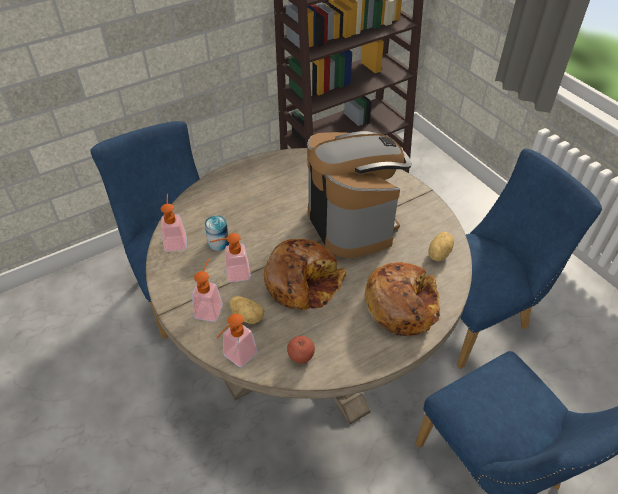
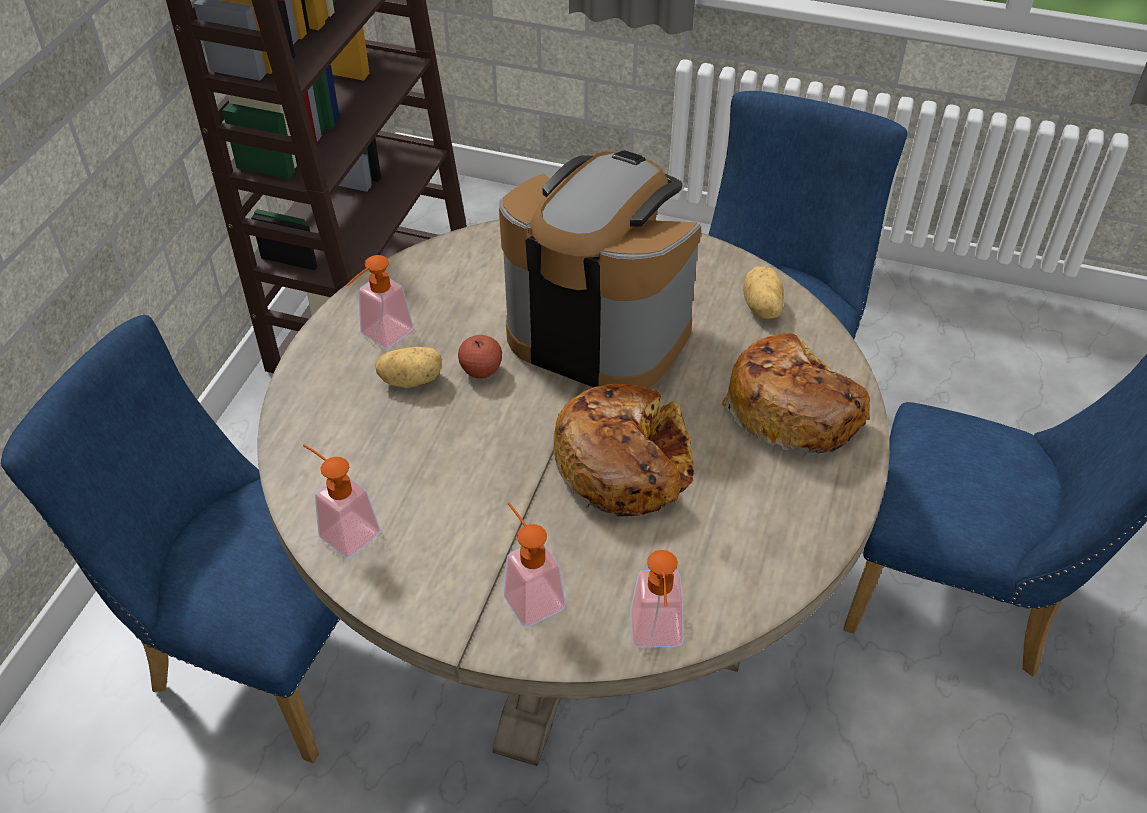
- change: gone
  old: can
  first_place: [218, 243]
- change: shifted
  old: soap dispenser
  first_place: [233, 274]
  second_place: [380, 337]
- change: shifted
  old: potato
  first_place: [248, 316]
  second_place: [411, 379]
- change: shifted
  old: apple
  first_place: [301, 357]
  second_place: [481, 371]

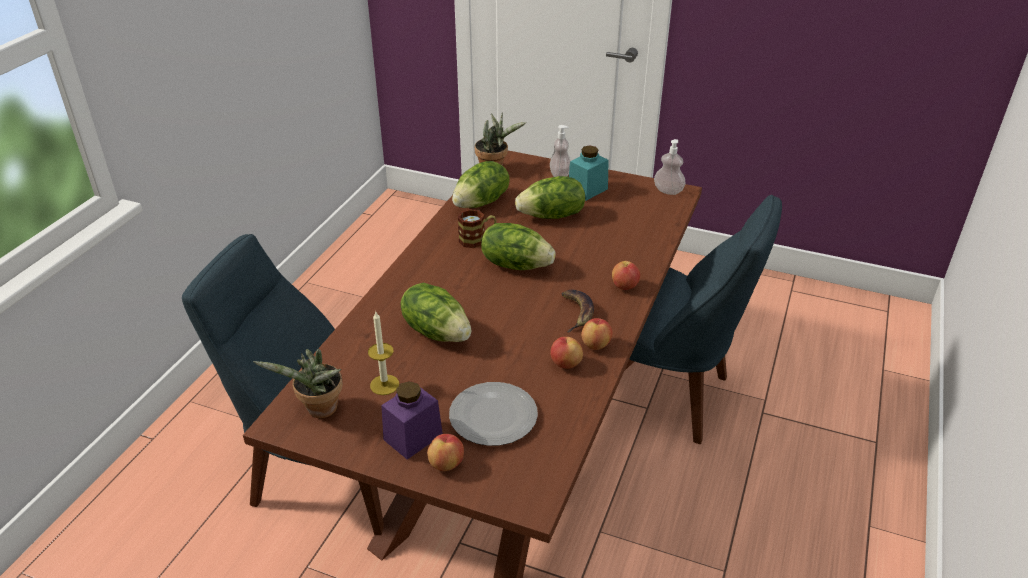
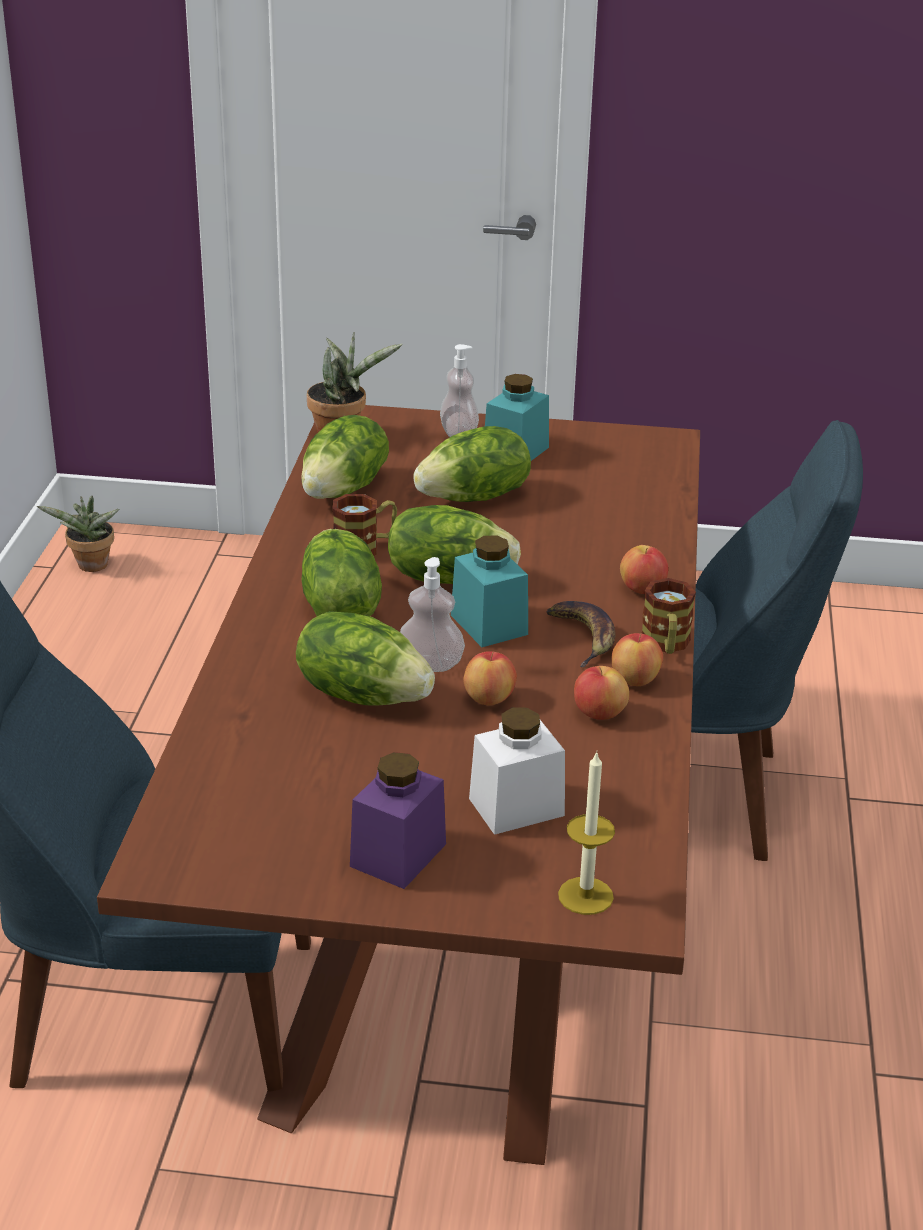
- change: shifted
  old: soap dispenser
  first_place: [668, 191]
  second_place: [430, 664]
- change: shifted
  old: candle
  first_place: [384, 385]
  second_place: [585, 896]
- change: shifted
  old: potted plant
  first_place: [319, 411]
  second_place: [90, 567]
- change: swapped
  old: plate
  new: jar/white
  first_place: [492, 417]
  second_place: [516, 807]
- change: shifted
  old: apple
  first_place: [446, 463]
  second_place: [489, 699]
- change: new
  new: lettuce
  second_place: [338, 609]
- change: new
  new: jar/turquoise
  second_place: [489, 624]
- change: new
  new: mug
  second_place: [666, 645]

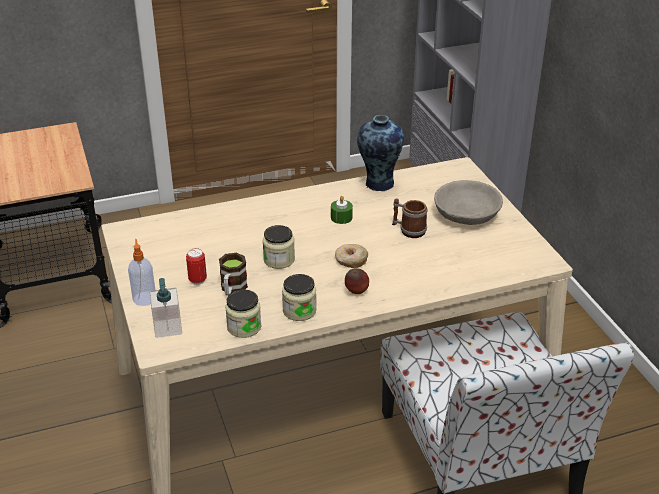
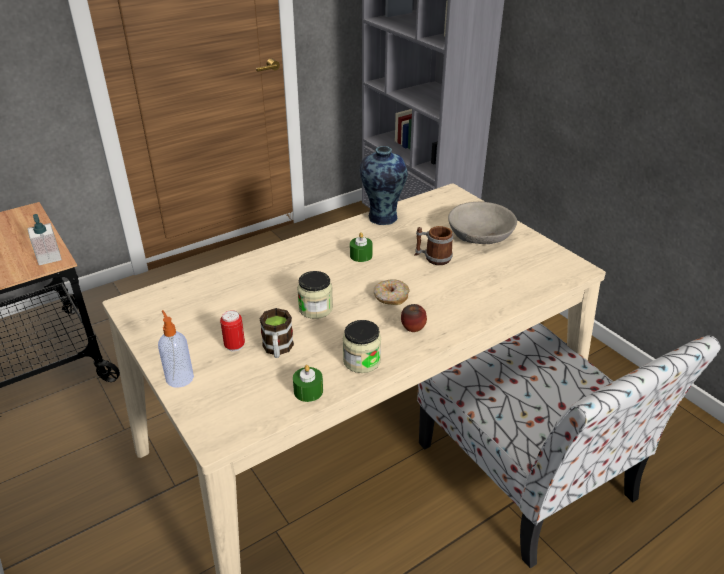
- change: shifted
  old: soap dispenser
  first_place: [168, 328]
  second_place: [49, 257]
- change: swapped
  old: jar
  new: candle/green
  first_place: [244, 327]
  second_place: [308, 391]

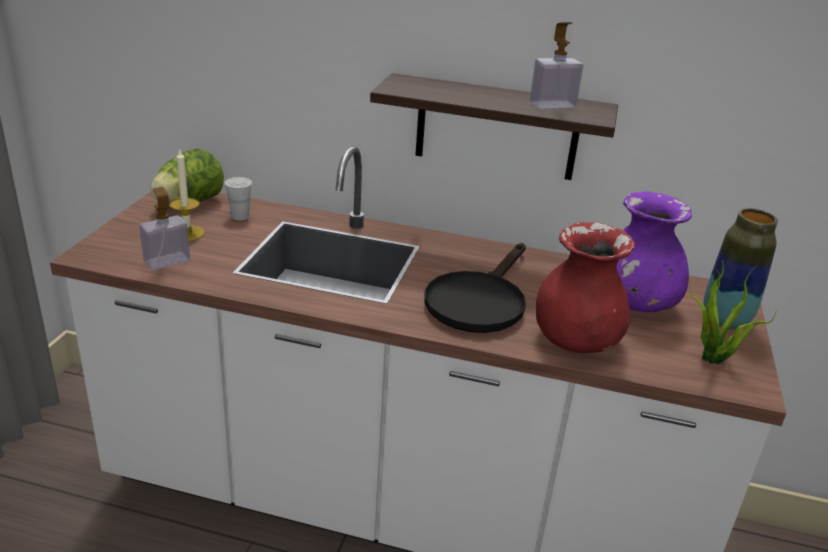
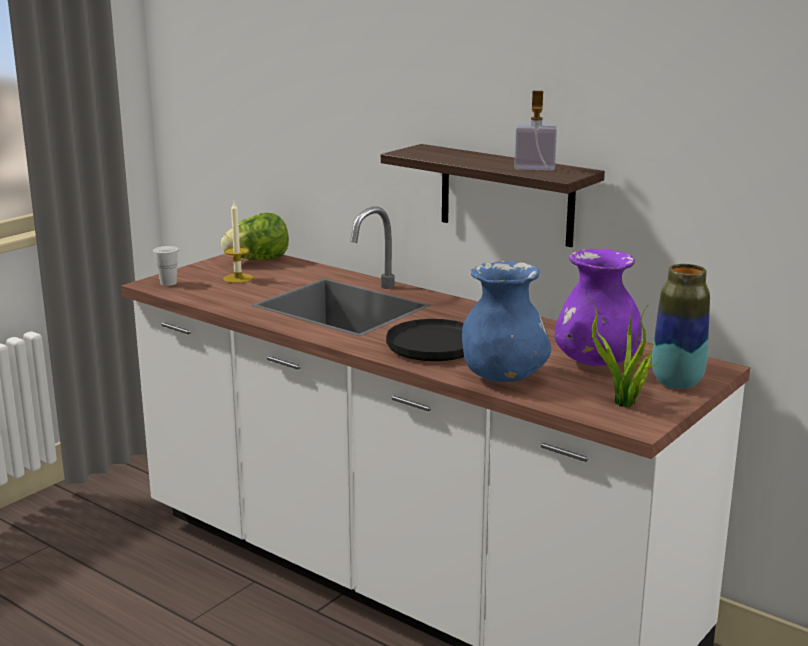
- change: shifted
  old: cup/white
  first_place: [240, 216]
  second_place: [168, 283]
- change: gone
  old: soap dispenser
  first_place: [167, 261]
- change: repainted
  old: vase/red
  new: vase/blue
  first_place: [575, 342]
  second_place: [503, 377]

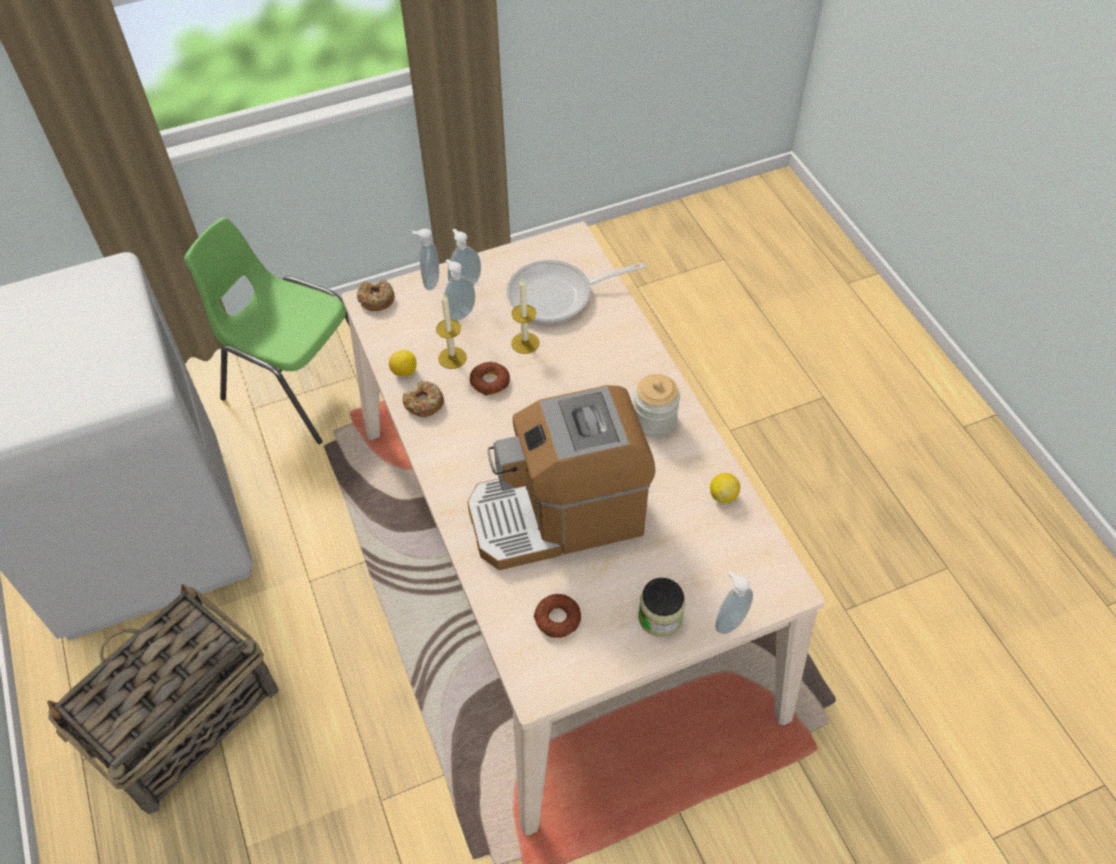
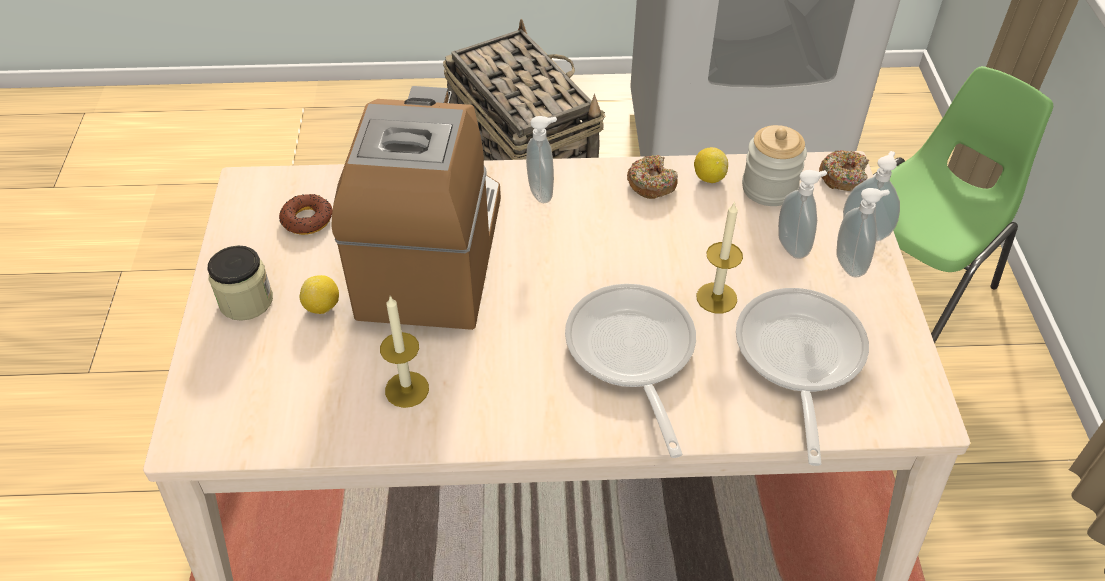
- change: shifted
  old: candle
  first_place: [452, 358]
  second_place: [407, 389]
- change: gone
  old: donut
  first_place: [490, 382]
- change: shifted
  old: jar
  first_place: [654, 420]
  second_place: [769, 188]
- change: shifted
  old: lemon
  first_place: [723, 495]
  second_place: [323, 307]
- change: shifted
  old: soap dispenser
  first_place: [729, 621]
  second_place: [542, 192]
- change: new
  new: frying pan
  second_place: [631, 354]

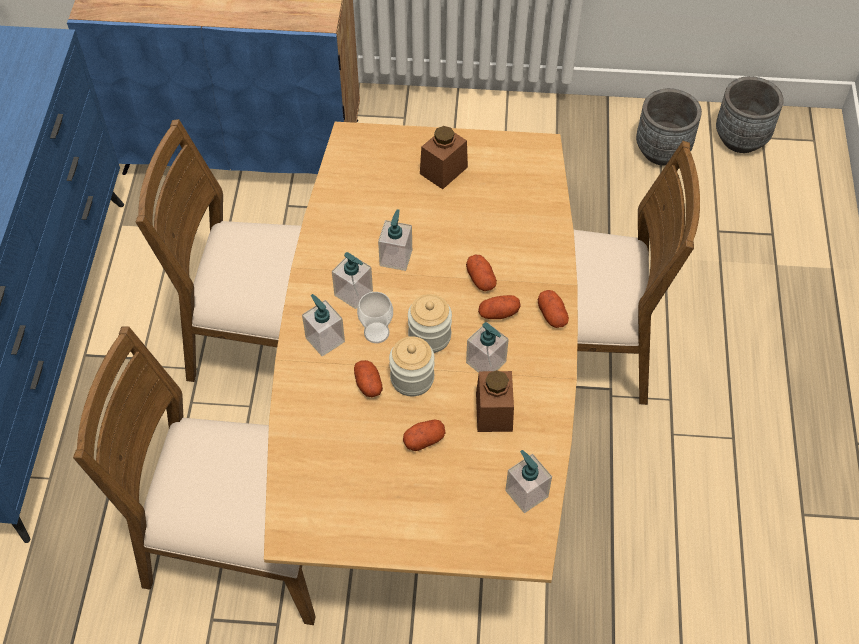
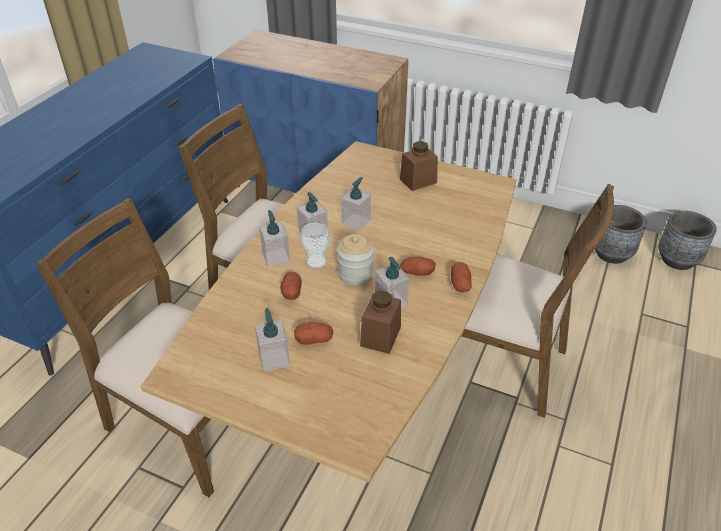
- change: gone
  old: potato
  first_place: [481, 279]
- change: gone
  old: jar
  first_place: [412, 378]
- change: shifted
  old: soap dispenser
  first_place: [526, 493]
  second_place: [274, 359]

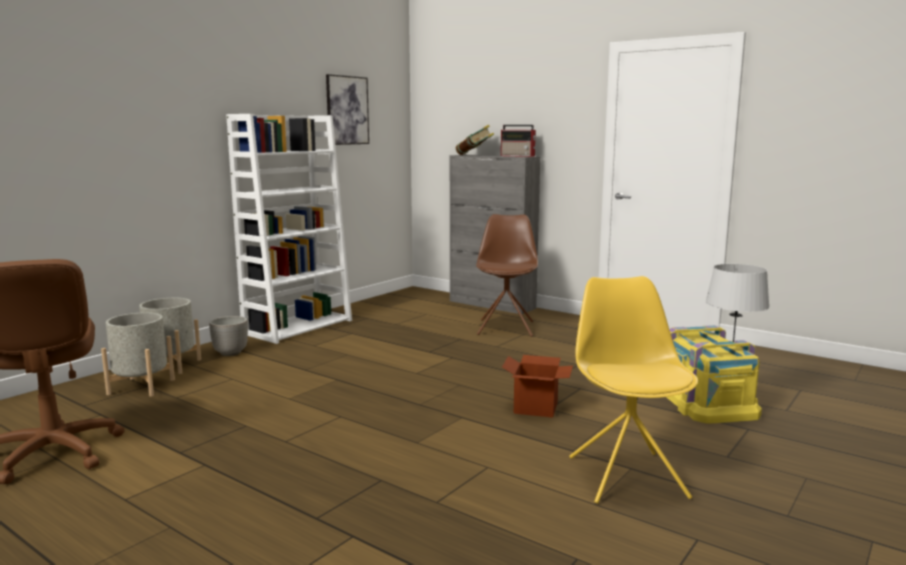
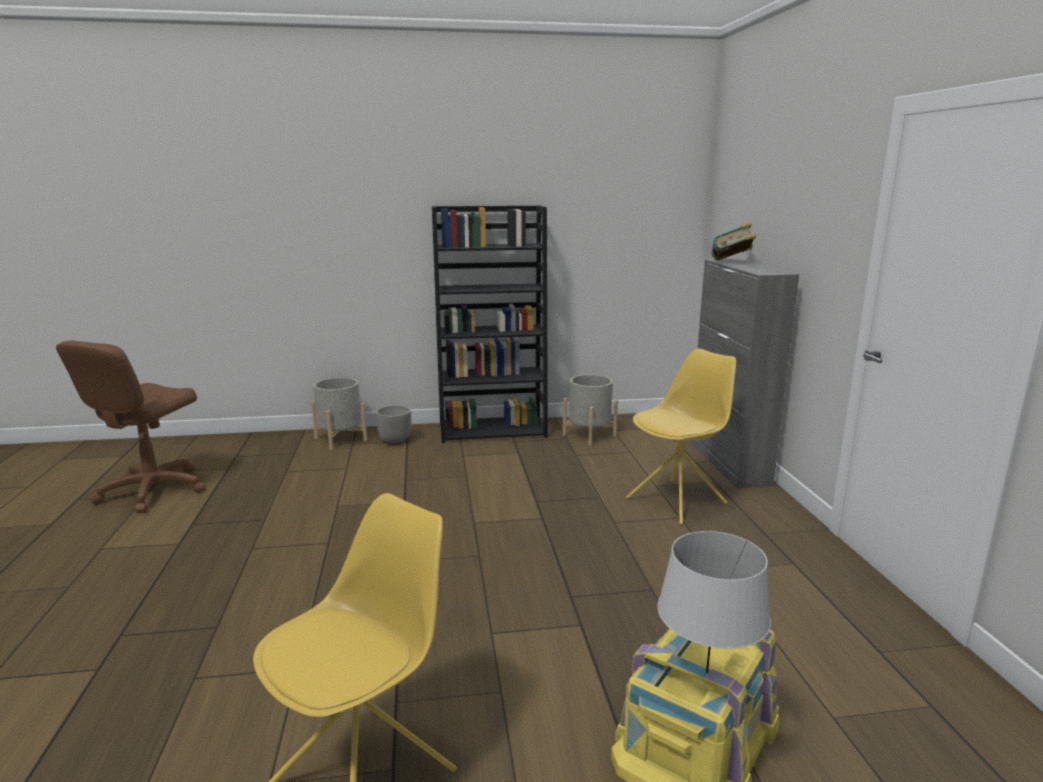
- change: gone
  old: picture
  first_place: [347, 110]
- change: repainted
  old: bookcase/white
  new: bookcase/black
  first_place: [298, 326]
  second_place: [493, 430]
- change: gone
  old: radio
  first_place: [518, 156]
- change: repainted
  old: chair/brown
  new: chair/yellow
  first_place: [506, 327]
  second_place: [677, 501]
- change: shifted
  old: planter/grey
  first_place: [141, 387]
  second_place: [589, 435]
- change: gone
  old: cardboard box
  first_place: [535, 408]

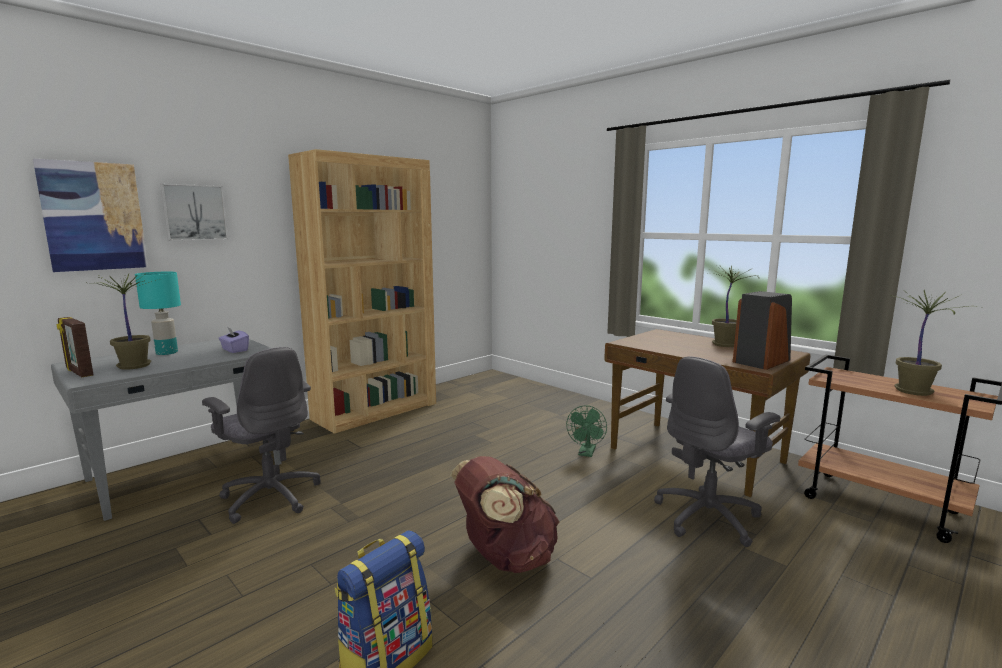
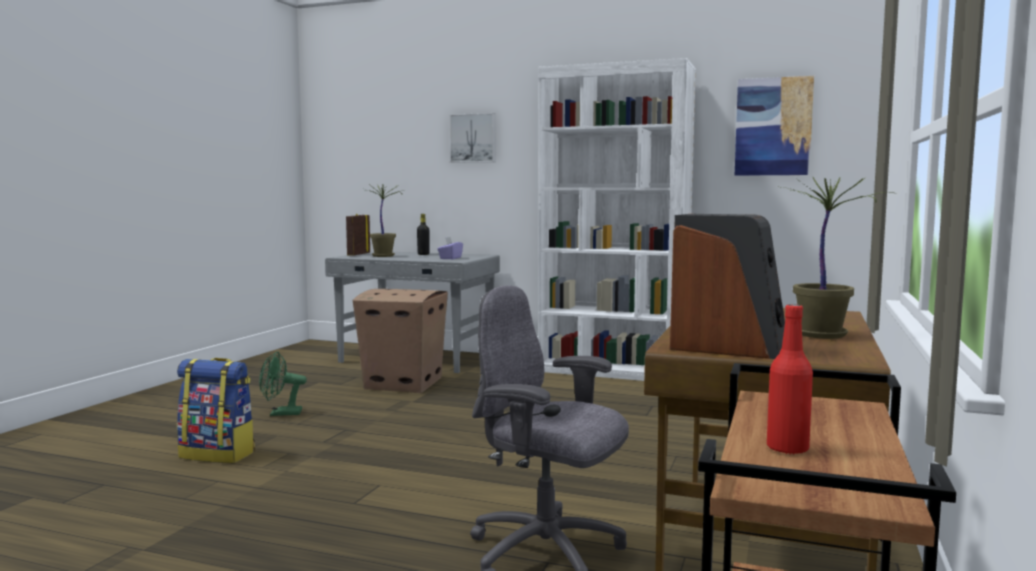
- change: repainted
  old: bookcase/brown
  new: bookcase/white
  first_place: [376, 411]
  second_place: [613, 371]
- change: shifted
  old: picture
  first_place: [94, 216]
  second_place: [773, 127]
- change: swapped
  old: table lamp/turquoise
  new: bottle/black
  first_place: [166, 353]
  second_place: [423, 254]
- change: swapped
  old: potted plant
  new: bottle/red
  first_place: [915, 391]
  second_place: [787, 448]
- change: swapped
  old: office chair/grey
  new: cardboard box
  first_place: [270, 497]
  second_place: [402, 383]
- change: shifted
  old: fan/green
  first_place: [586, 453]
  second_place: [280, 413]
- change: gone
  old: backpack/brown
  first_place: [505, 558]

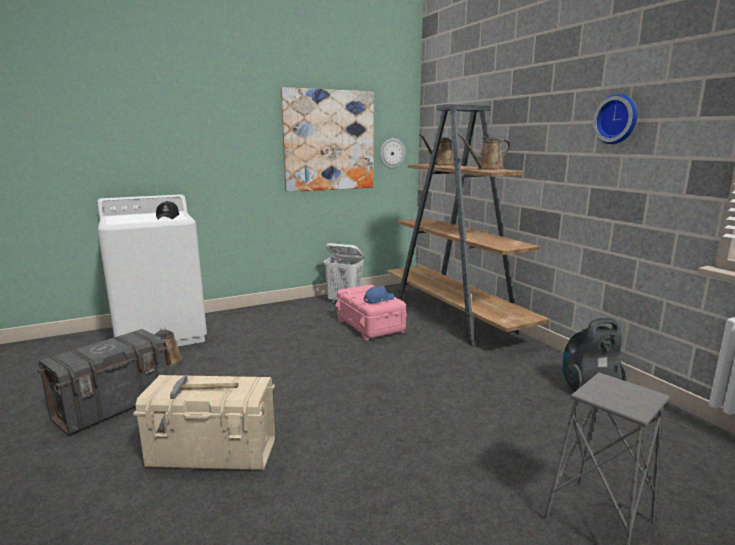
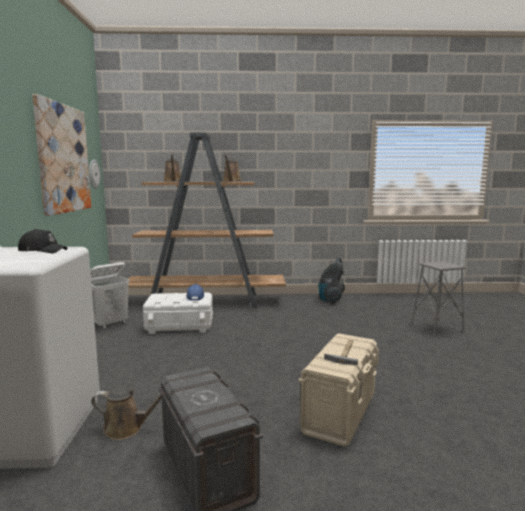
- change: gone
  old: wall clock
  first_place: [617, 119]
- change: repainted
  old: storage box/pink
  new: storage box/white
  first_place: [369, 325]
  second_place: [179, 326]

